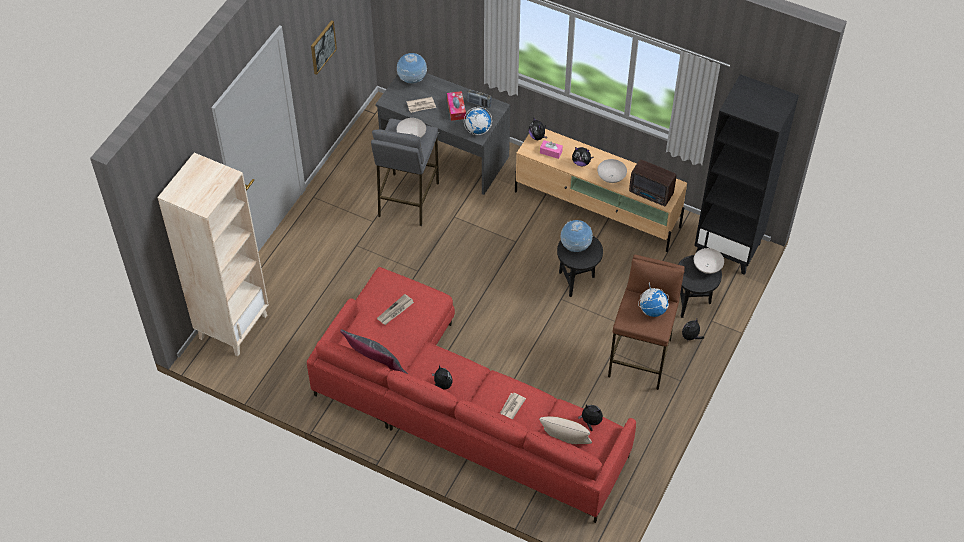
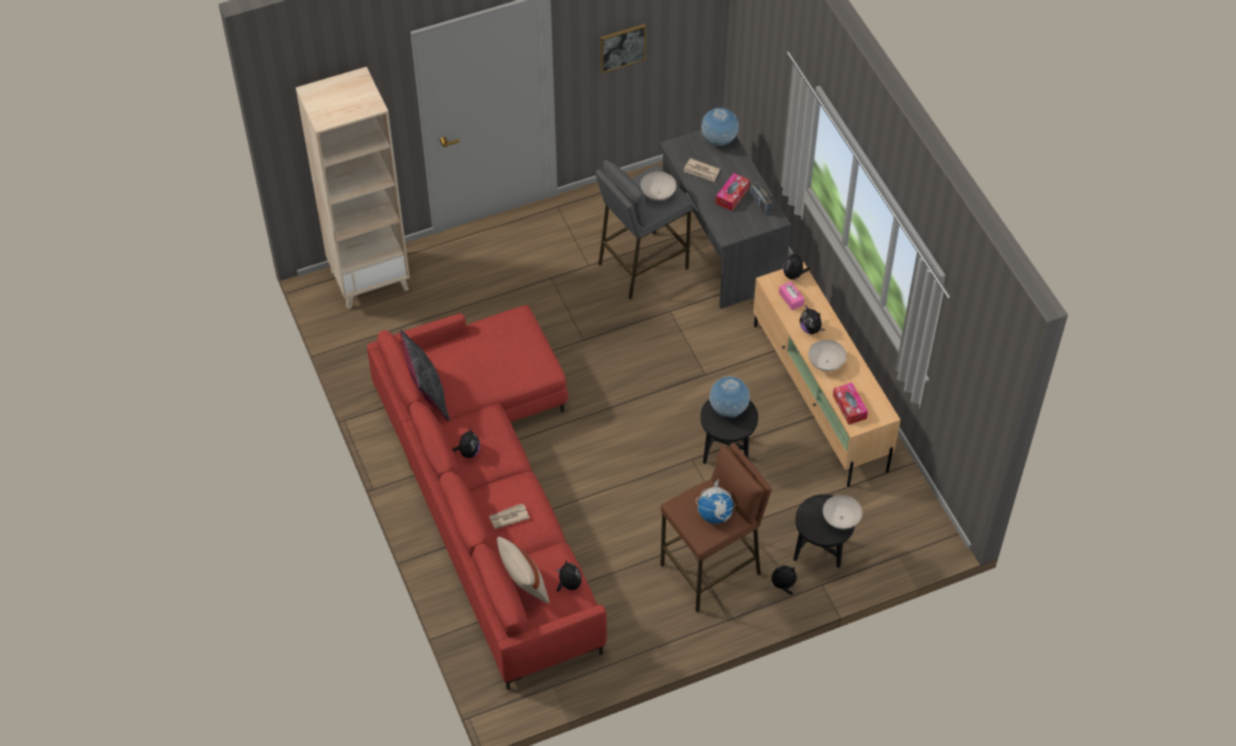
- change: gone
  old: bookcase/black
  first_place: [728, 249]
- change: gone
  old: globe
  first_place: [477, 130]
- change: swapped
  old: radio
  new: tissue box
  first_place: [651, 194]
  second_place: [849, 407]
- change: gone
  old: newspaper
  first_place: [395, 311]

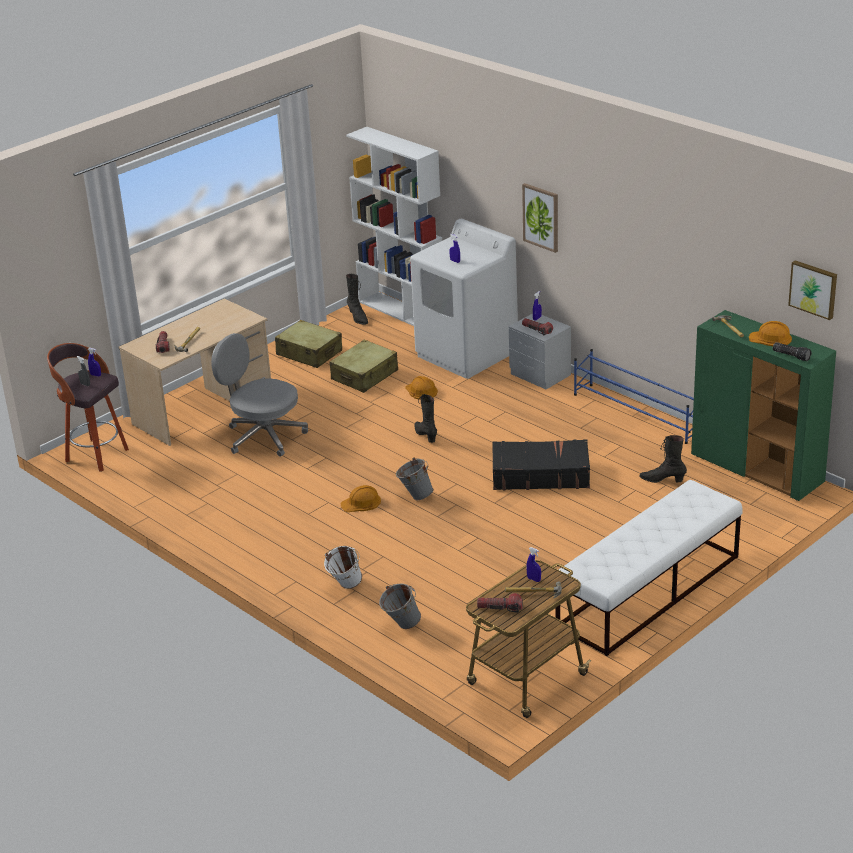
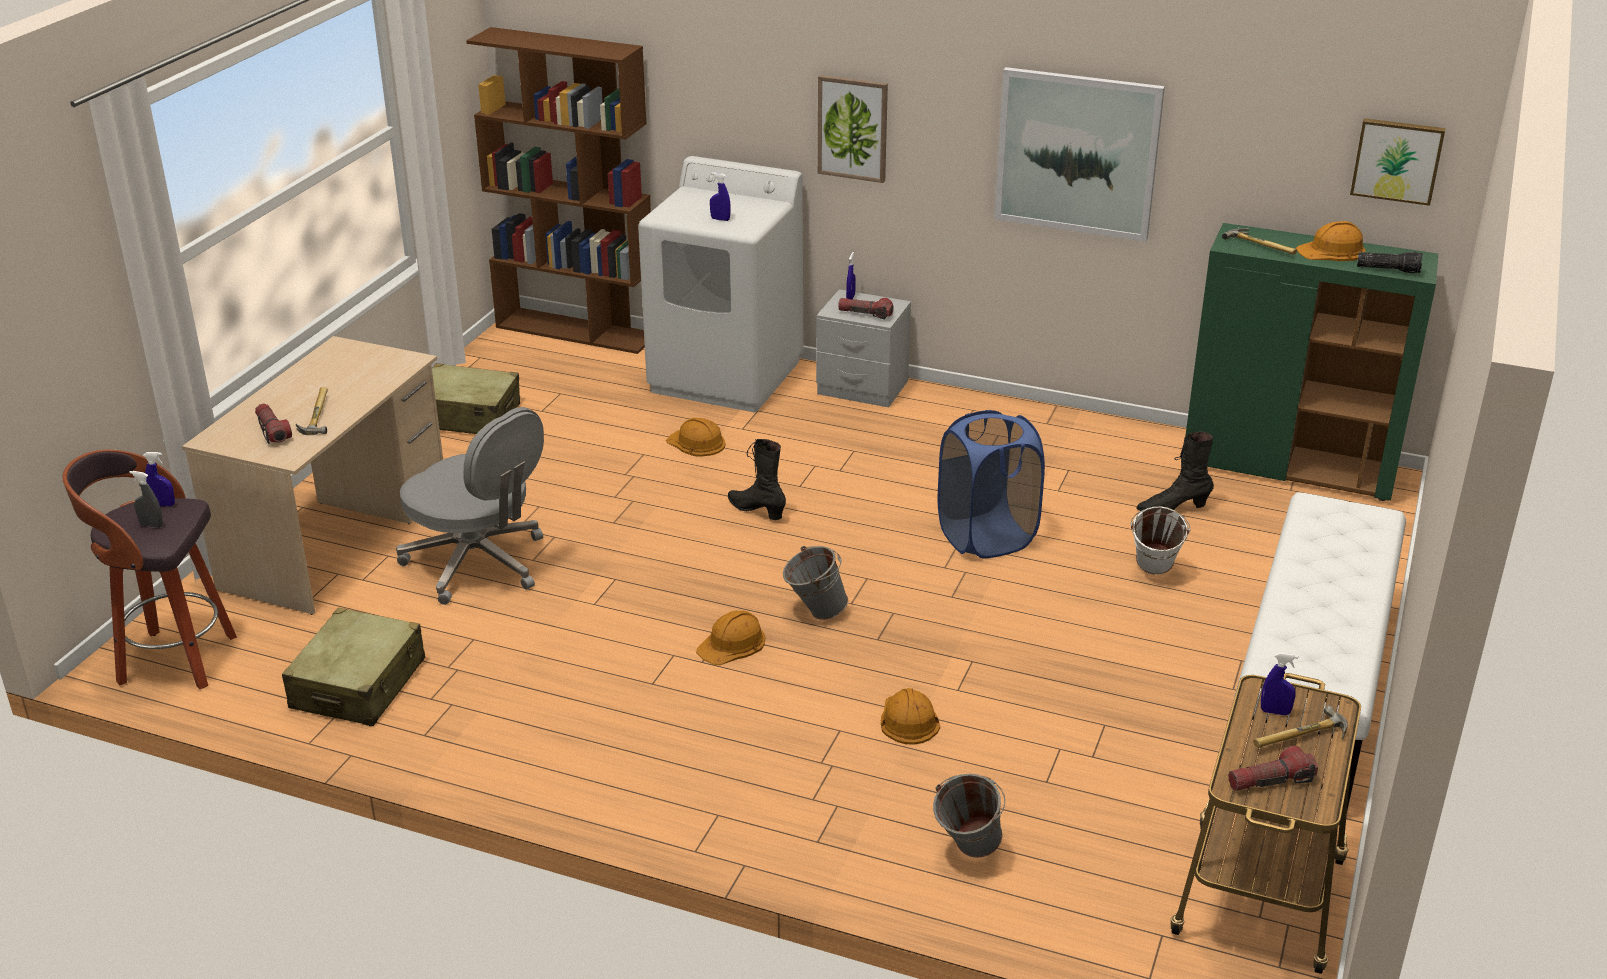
- change: repainted
  old: bookcase/white
  new: bookcase/brown
  first_place: [402, 311]
  second_place: [577, 331]
- change: gone
  old: boot/black
  first_place: [358, 318]
- change: rotated
  old: office chair/grey
  first_place: [263, 436]
  second_place: [478, 564]
  degrees: -150
- change: shifted
  old: suitcase/beige
  first_place: [365, 375]
  second_place: [359, 684]
- change: gone
  old: shoe rack/blue
  first_place: [637, 414]
- change: swapped
  old: suitcase/black
  new: laundry basket/blue
  first_place: [540, 475]
  second_place: [986, 537]
- change: shifted
  old: bucket/white
  first_place: [345, 587]
  second_place: [1153, 573]
- change: new
  new: picture
  second_place: [1077, 153]
- change: new
  new: hard hat/orange
  second_place: [908, 720]

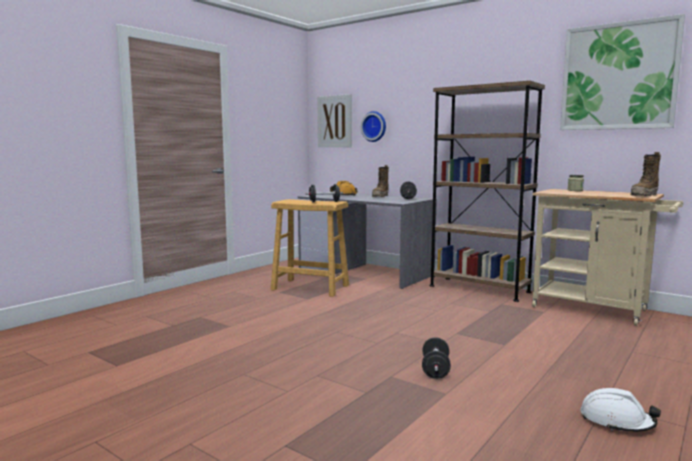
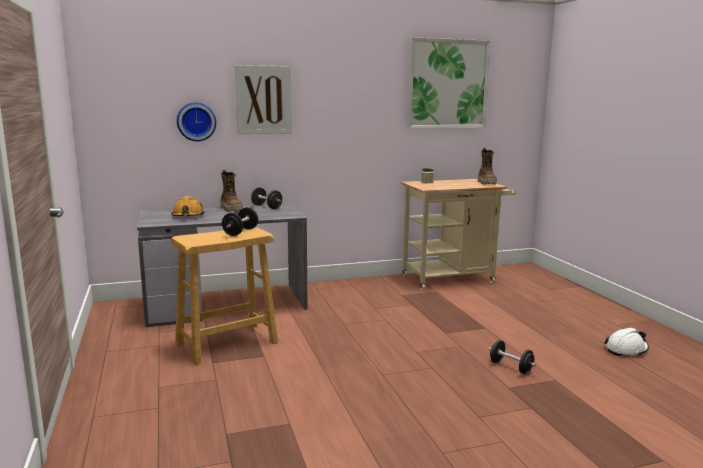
- change: gone
  old: bookcase/brown
  first_place: [479, 289]
- change: shifted
  old: picture
  first_place: [334, 121]
  second_place: [263, 100]

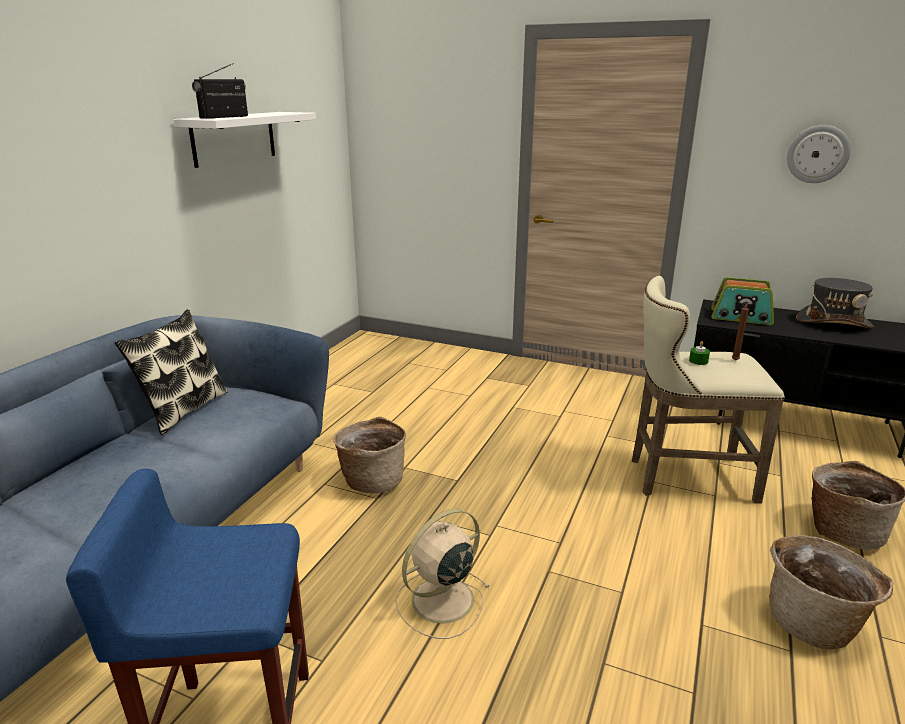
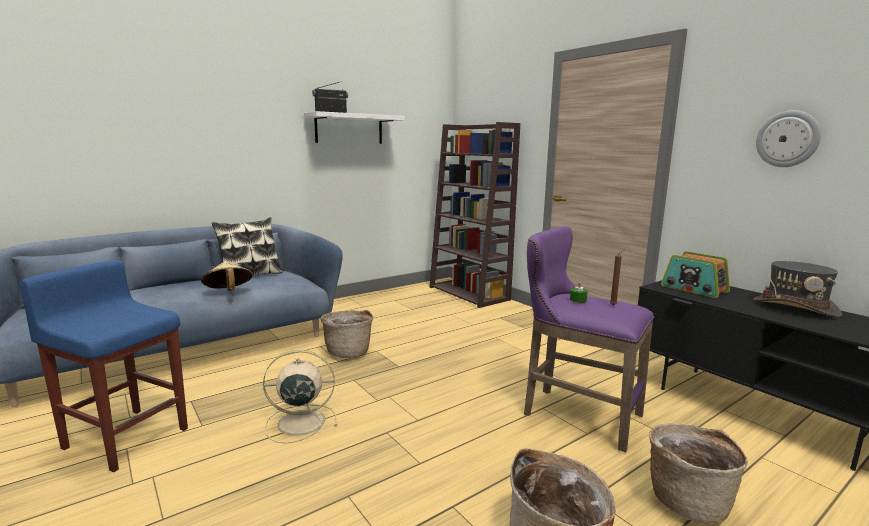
- change: repainted
  old: stool/beige
  new: stool/purple
  first_place: [684, 477]
  second_place: [575, 414]
- change: new
  new: bookcase/brown
  second_place: [469, 293]
- change: new
  new: hat/beige
  second_place: [228, 292]

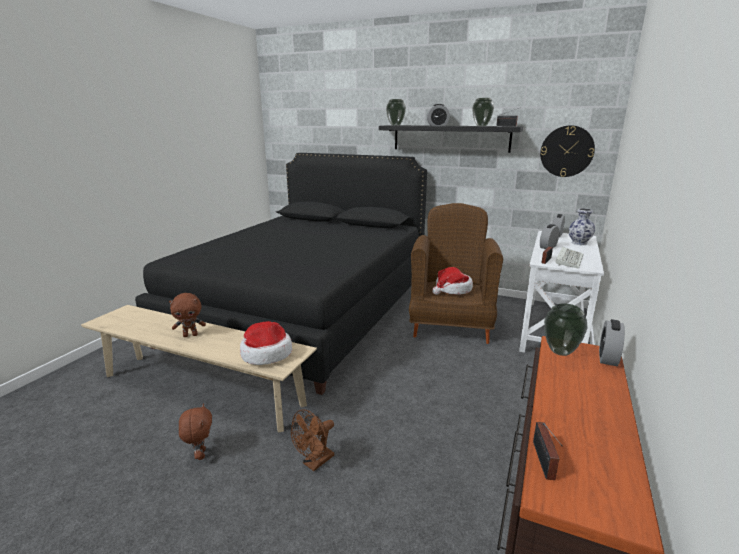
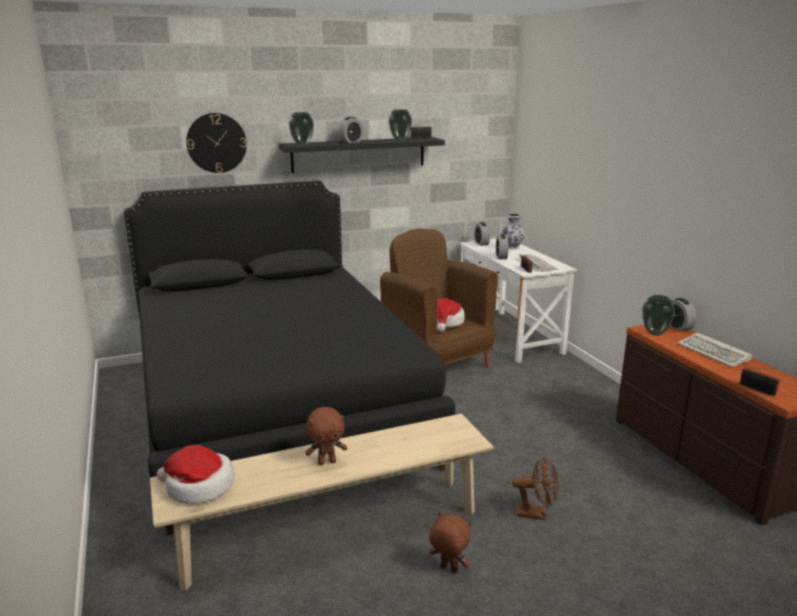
- change: shifted
  old: wall clock
  first_place: [566, 151]
  second_place: [216, 143]
- change: rotated
  old: plush toy/brown
  first_place: [190, 335]
  second_place: [327, 462]
  degrees: 45
- change: shifted
  old: hat
  first_place: [266, 353]
  second_place: [198, 487]
- change: rotated
  old: fan/brown
  first_place: [315, 463]
  second_place: [536, 514]
  degrees: -75
- change: new
  new: keyboard
  second_place: [715, 353]

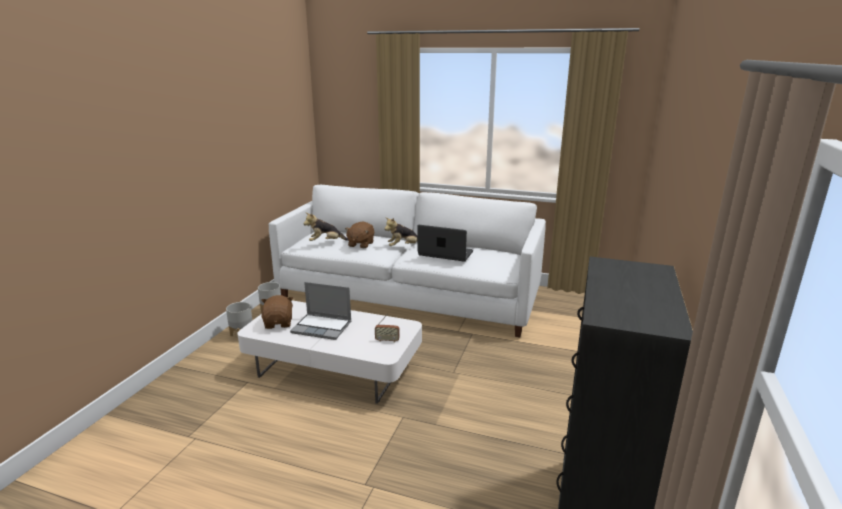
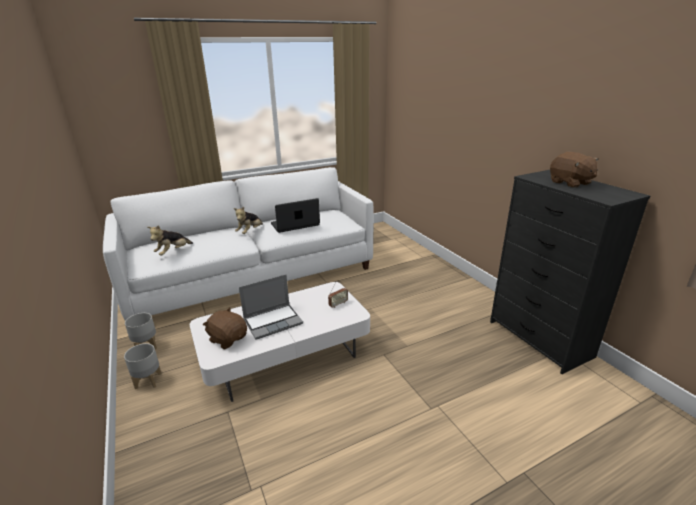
- change: shifted
  old: plush toy/brown
  first_place: [360, 244]
  second_place: [570, 183]

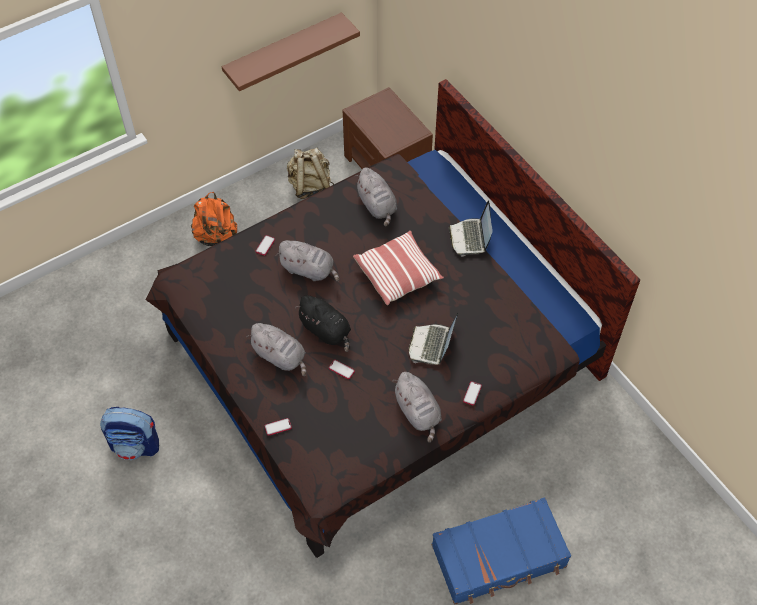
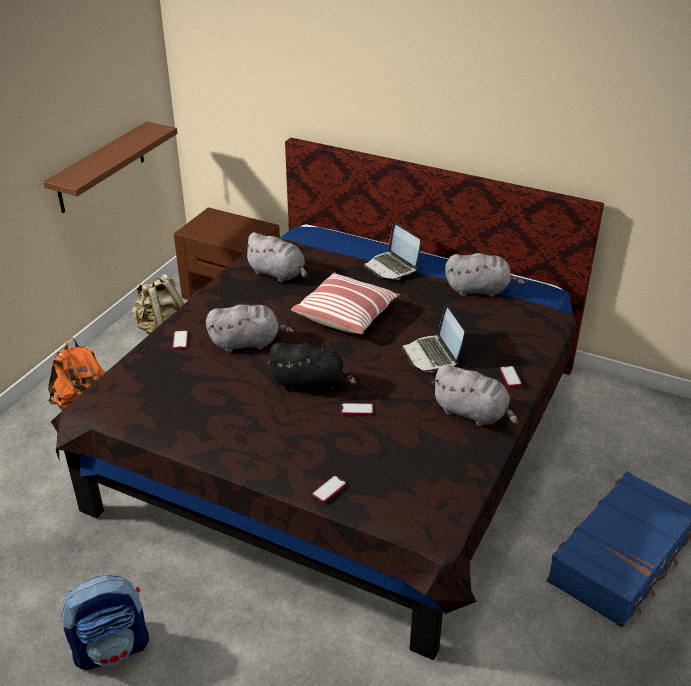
- change: shifted
  old: plush toy/grey
  first_place: [280, 357]
  second_place: [479, 290]

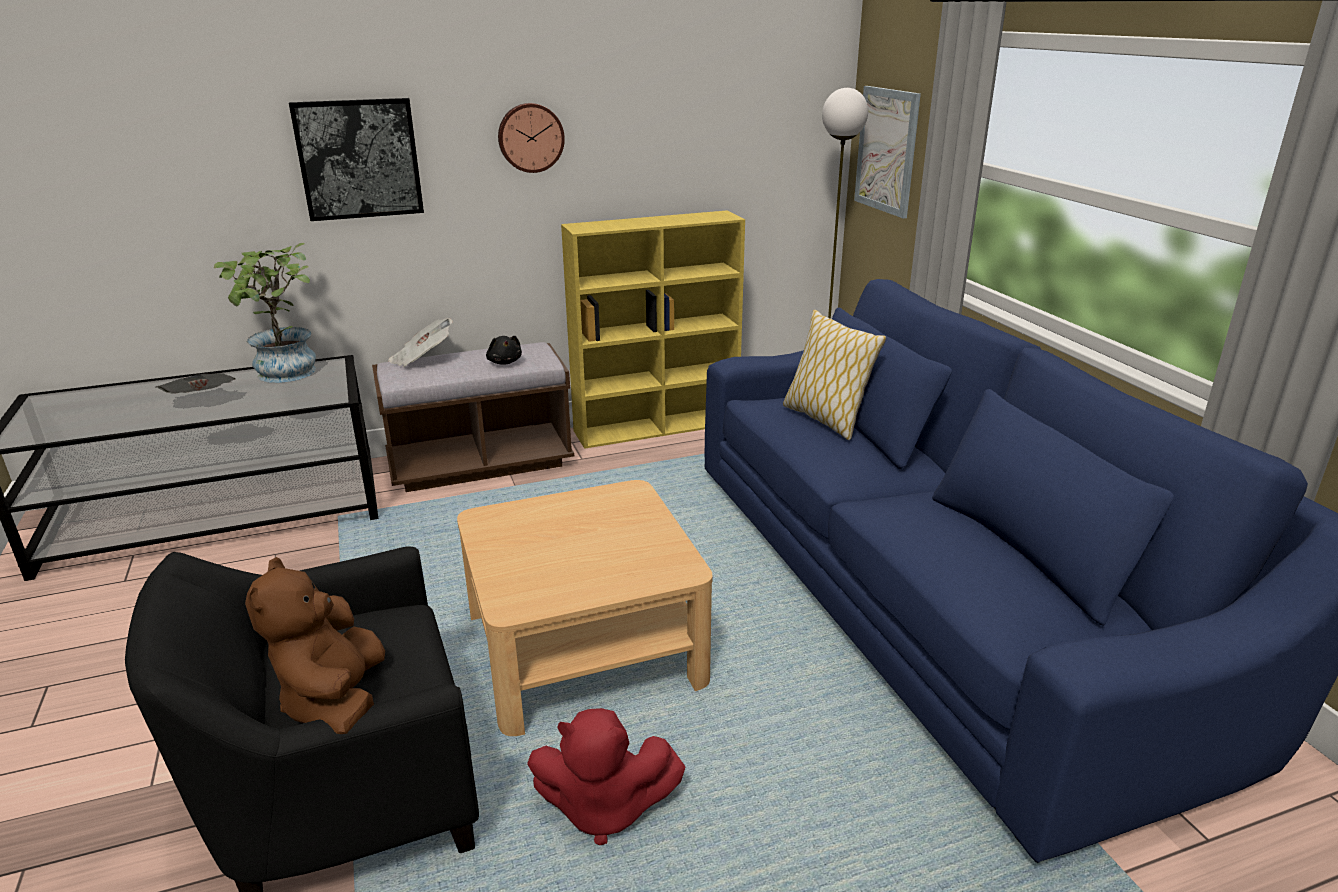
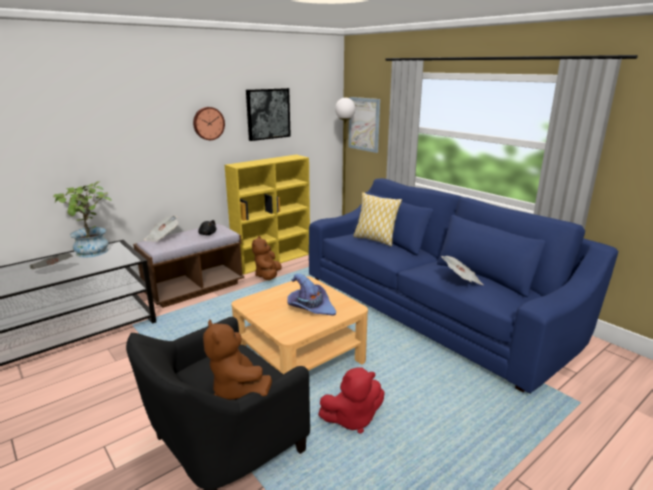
- change: shifted
  old: picture
  first_place: [359, 159]
  second_place: [268, 114]
- change: new
  new: plush toy/brown
  second_place: [268, 276]
- change: new
  new: newspaper
  second_place: [461, 280]
- change: new
  new: hat/purple
  second_place: [310, 307]

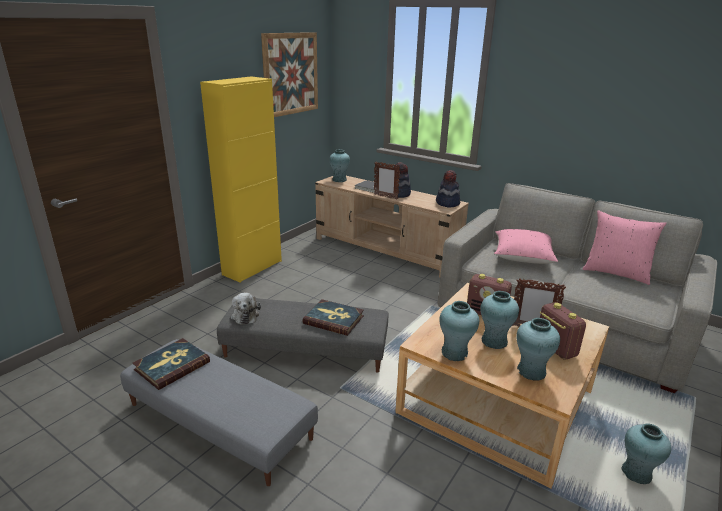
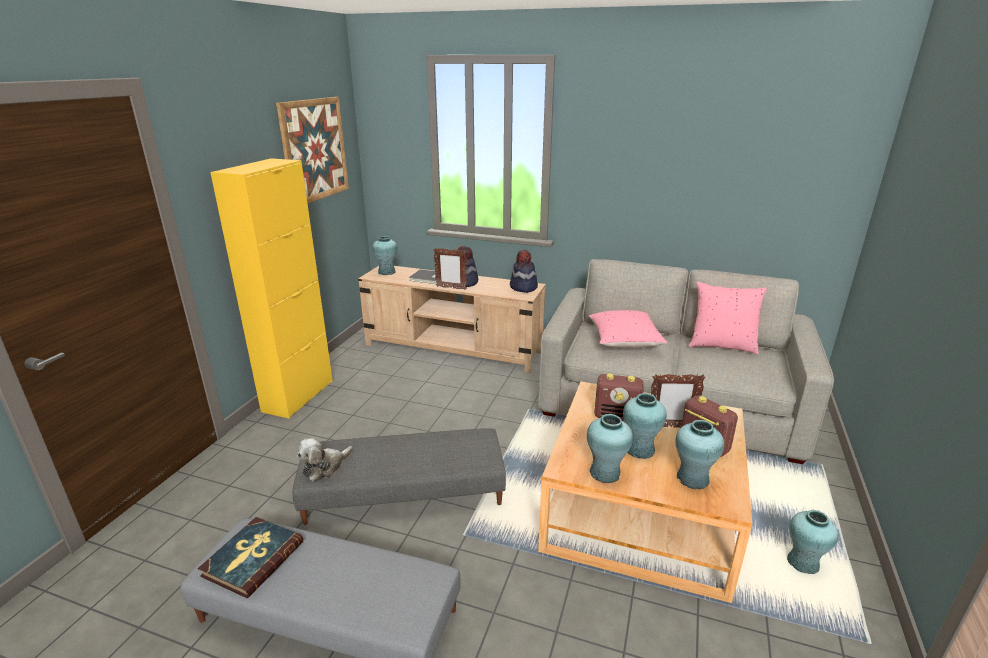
- change: rotated
  old: plush toy
  first_place: [245, 315]
  second_place: [325, 467]
  degrees: 75
- change: gone
  old: book
  first_place: [334, 319]

